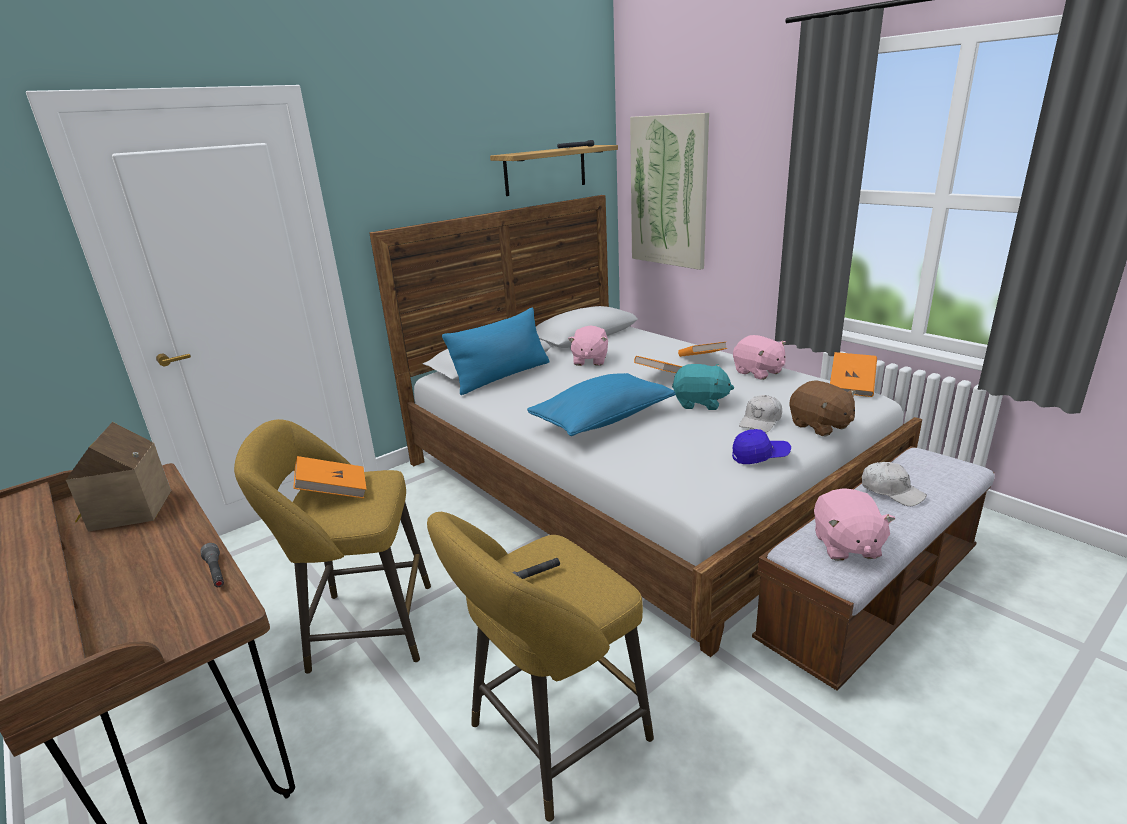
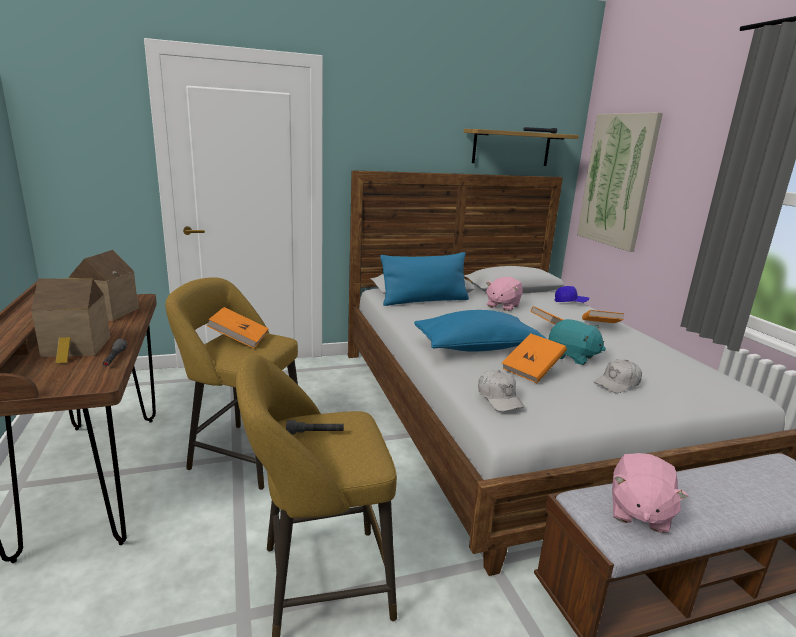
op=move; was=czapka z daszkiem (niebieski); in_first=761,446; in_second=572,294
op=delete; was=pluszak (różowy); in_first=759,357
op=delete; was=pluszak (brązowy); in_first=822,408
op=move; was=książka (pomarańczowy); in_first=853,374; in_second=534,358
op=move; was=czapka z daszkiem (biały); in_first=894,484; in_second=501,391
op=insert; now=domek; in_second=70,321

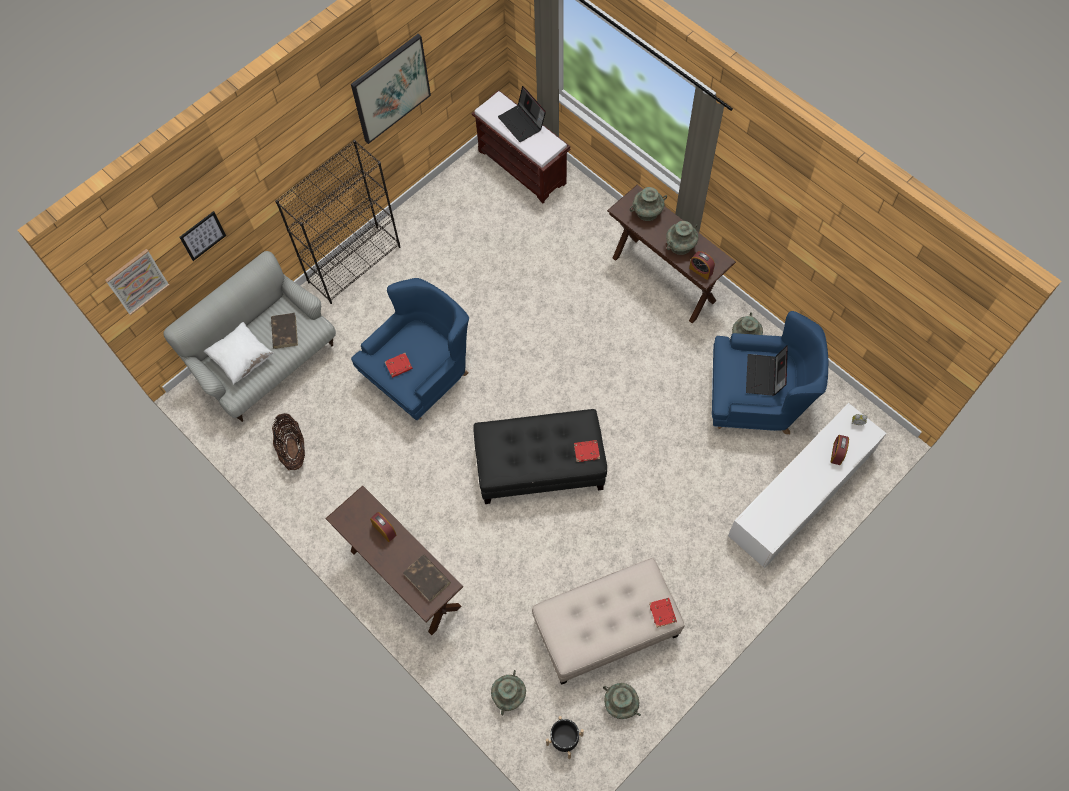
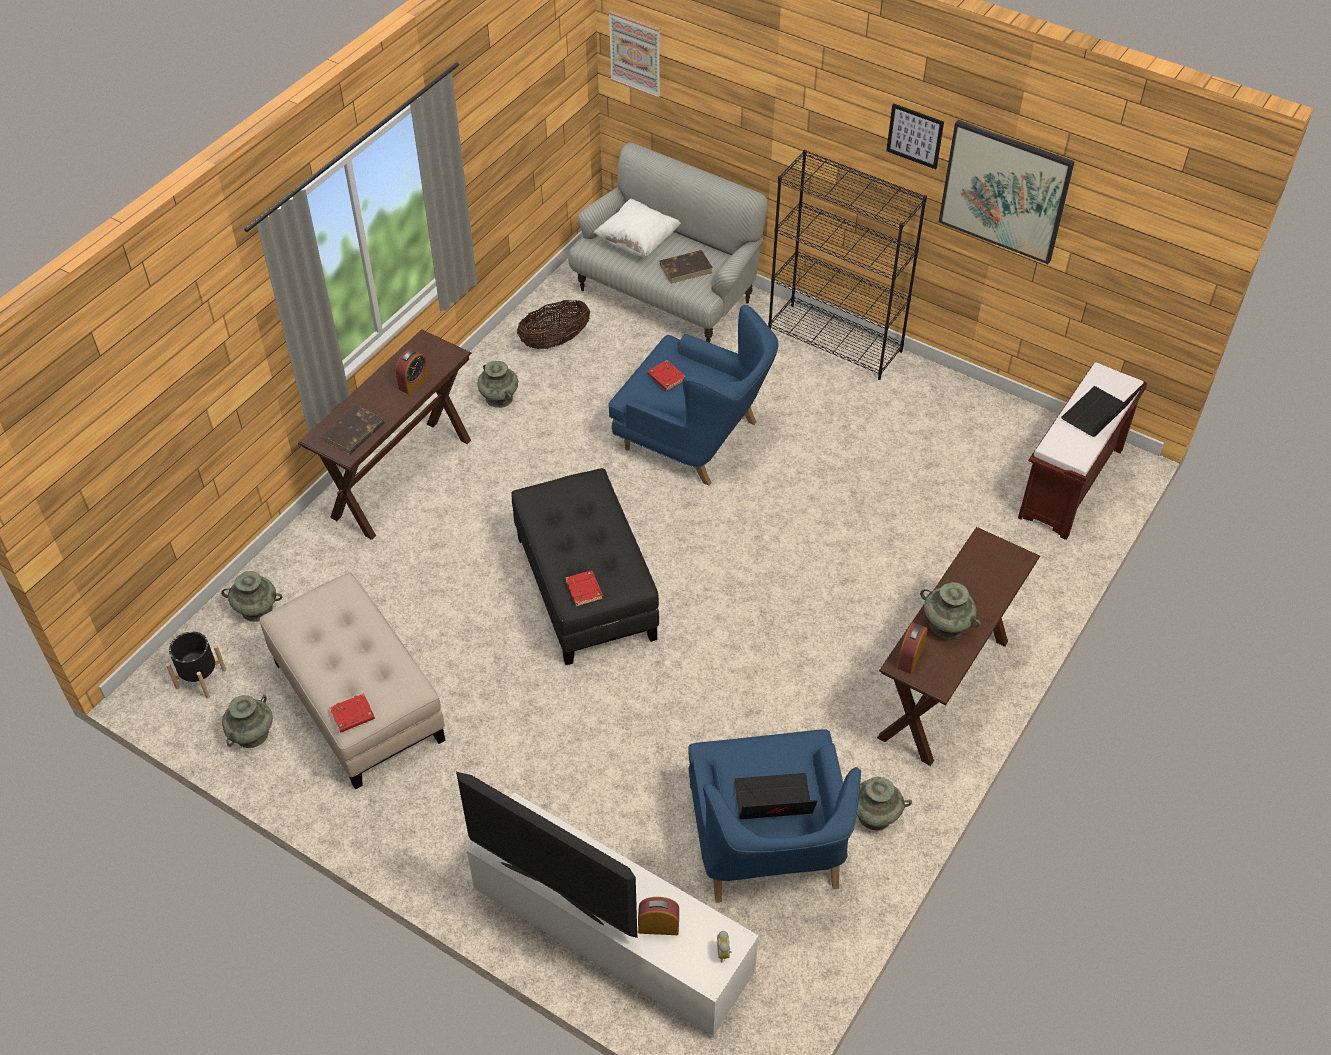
op=move; was=obraz; in_first=202,236; in_second=915,136
op=move; was=wazon (turkusowy); in_first=648,204; in_second=498,384
op=insert; now=telewizor; in_second=546,855

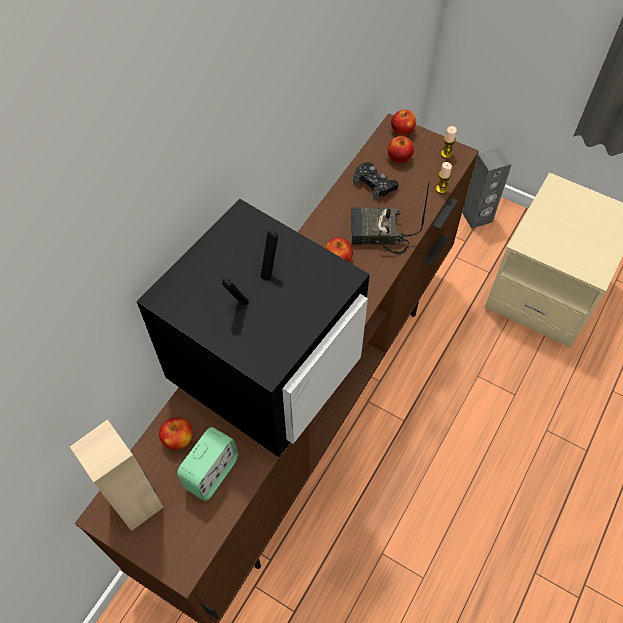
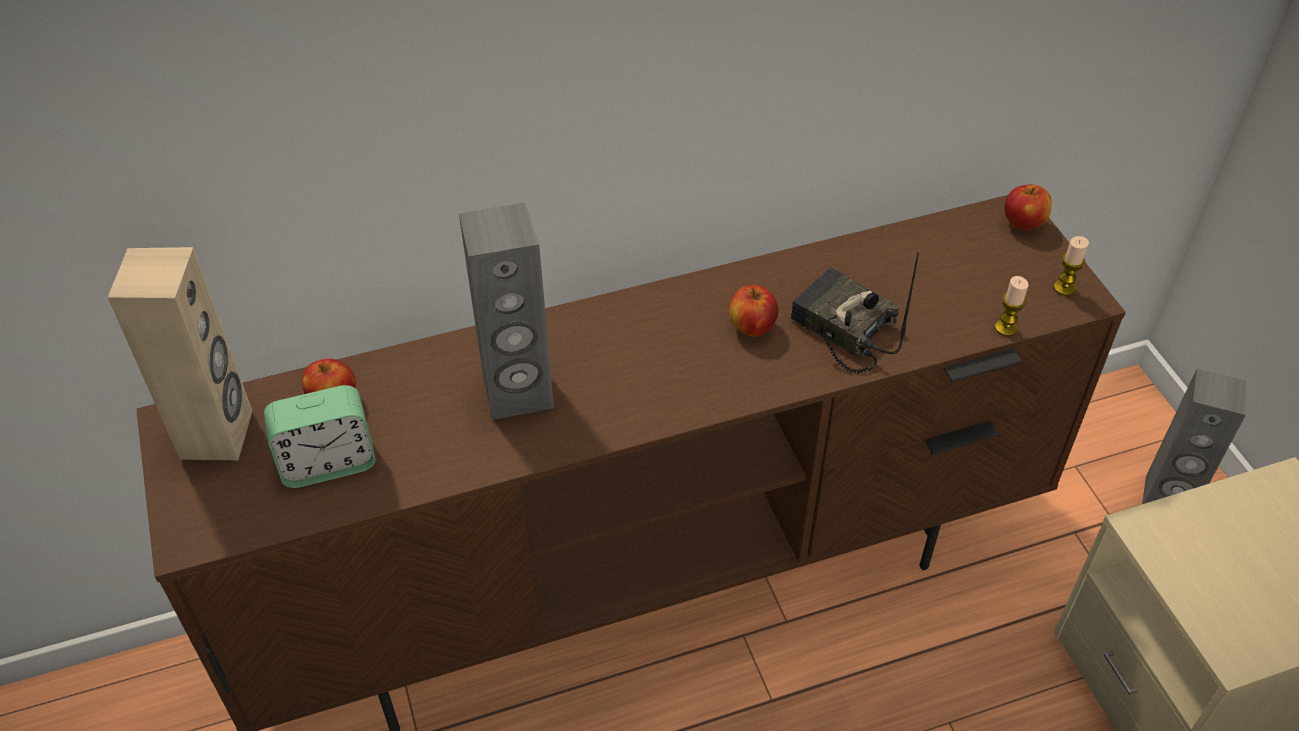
op=replace; was=telewizor; now=głośnik (szary); in_first=253,328; in_second=506,311
op=delete; was=pad do gier (czarny); in_first=376,181
op=delete; was=jabłko; in_first=400,149

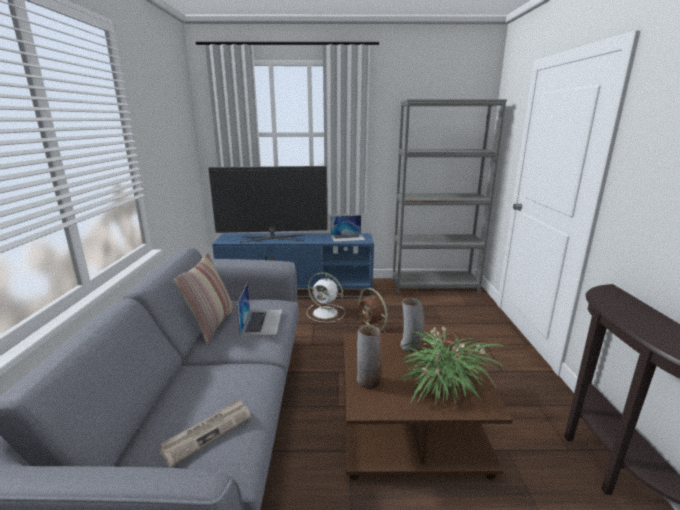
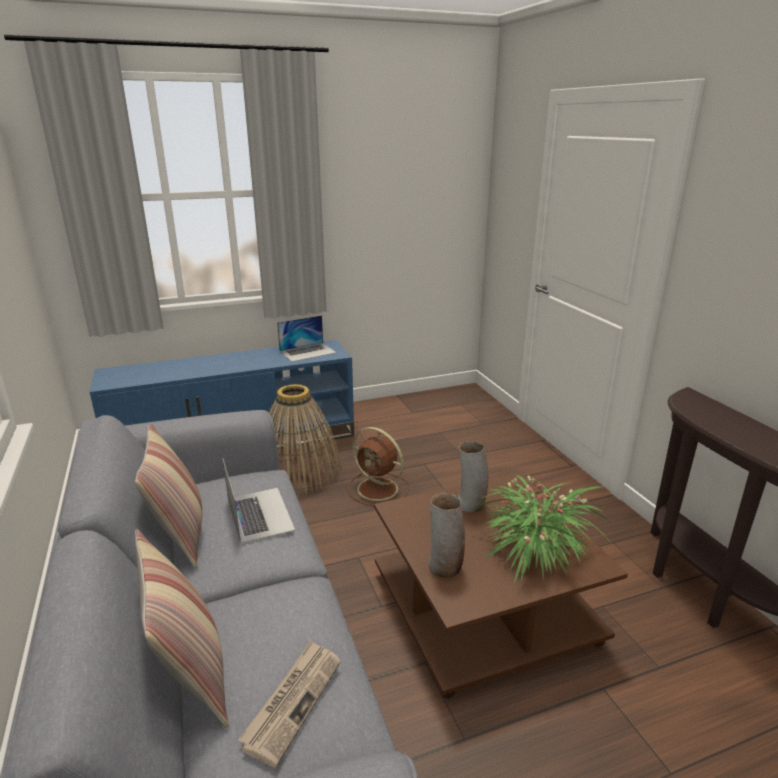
op=delete; was=telewizor; in_first=268,204
op=replace; was=wentylator (biały); now=koszyk; in_first=326,297; in_second=305,439
op=delete; was=regał (szary); in_first=449,196
op=insert; now=poduszka; in_second=182,628

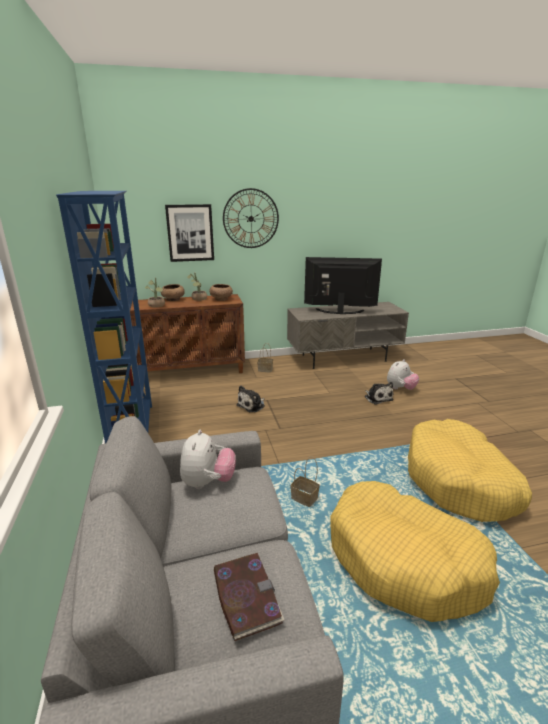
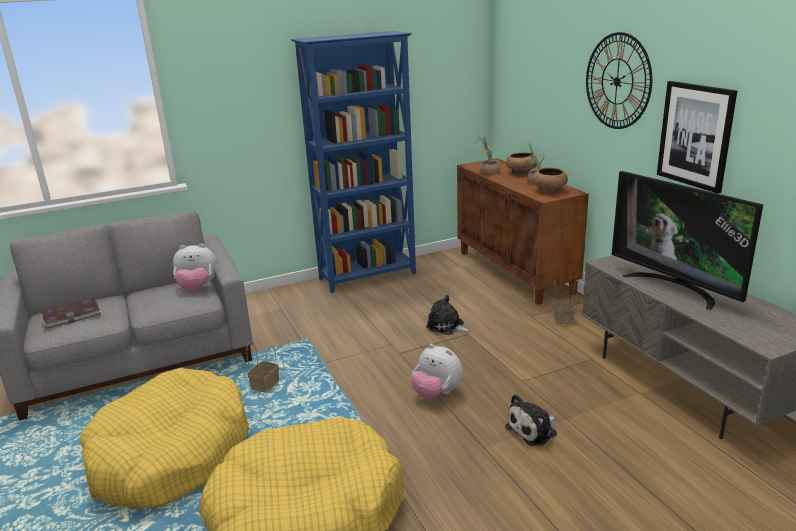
op=move; was=obraz; in_first=189,233; in_second=697,137
op=rotate; was=telewizor; in_first=343,285; in_second=687,240; clockwise=150
op=move; was=pluszak; in_first=403,374; in_second=437,371

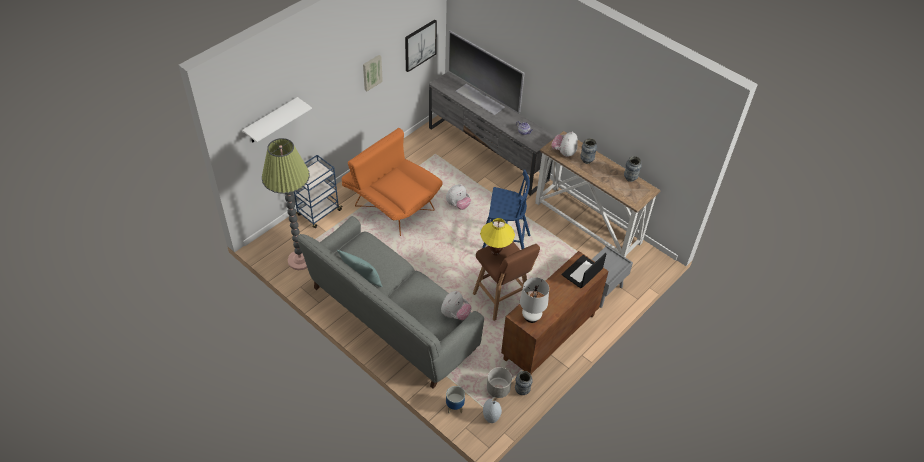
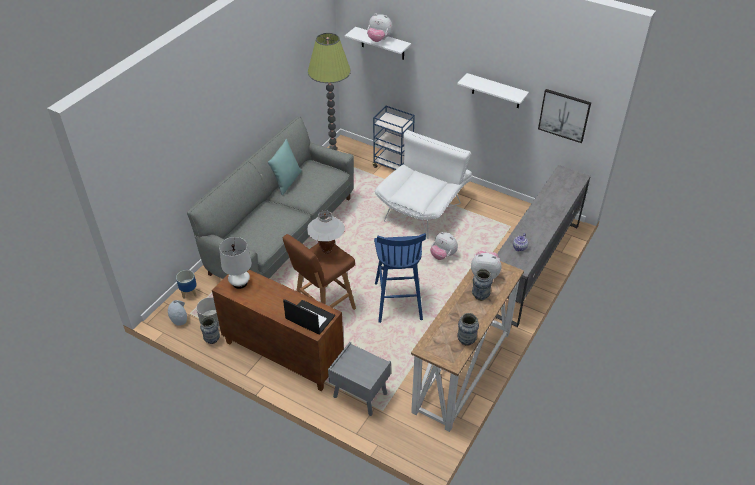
op=recolor; was=fotel (pomarańczowy); now=fotel (biały); in_first=392,182; in_second=423,184
op=replace; was=obraz; now=półka (biały); in_first=373,73; in_second=493,90
op=move; was=pluszak; in_first=456,305; in_second=380,27
op=delete; was=telewizor; in_first=486,72
op=recolor; was=lampa stołowa (żółty); now=lampa stołowa (biały); in_first=497,237; in_second=326,232

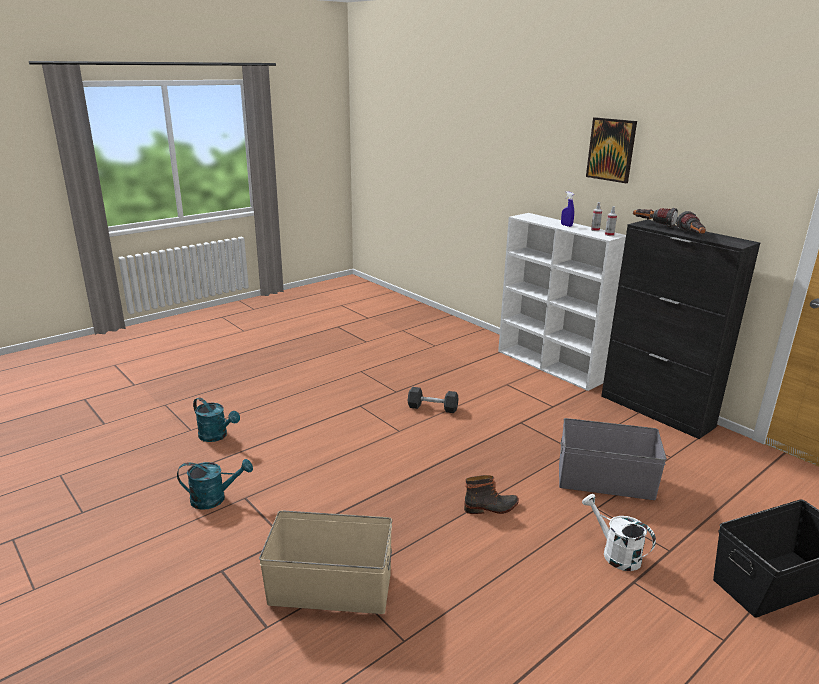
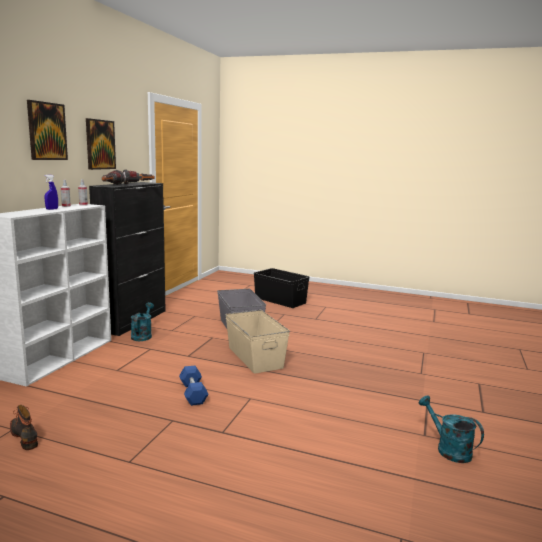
op=move; was=konewka (turkusowy); in_first=216,419; in_second=142,321
op=move; was=pojemnik do przechowywania (beżowy); in_first=325,562; in_second=257,342
op=recolor; was=hantel (szary); now=hantel (niebieski); in_first=433,400; in_second=194,386
op=move; was=but z cholewką; in_first=491,494; in_second=24,427
op=delete; was=konewka (biały); in_first=619,532
op=insert; now=obraz; in_second=101,144

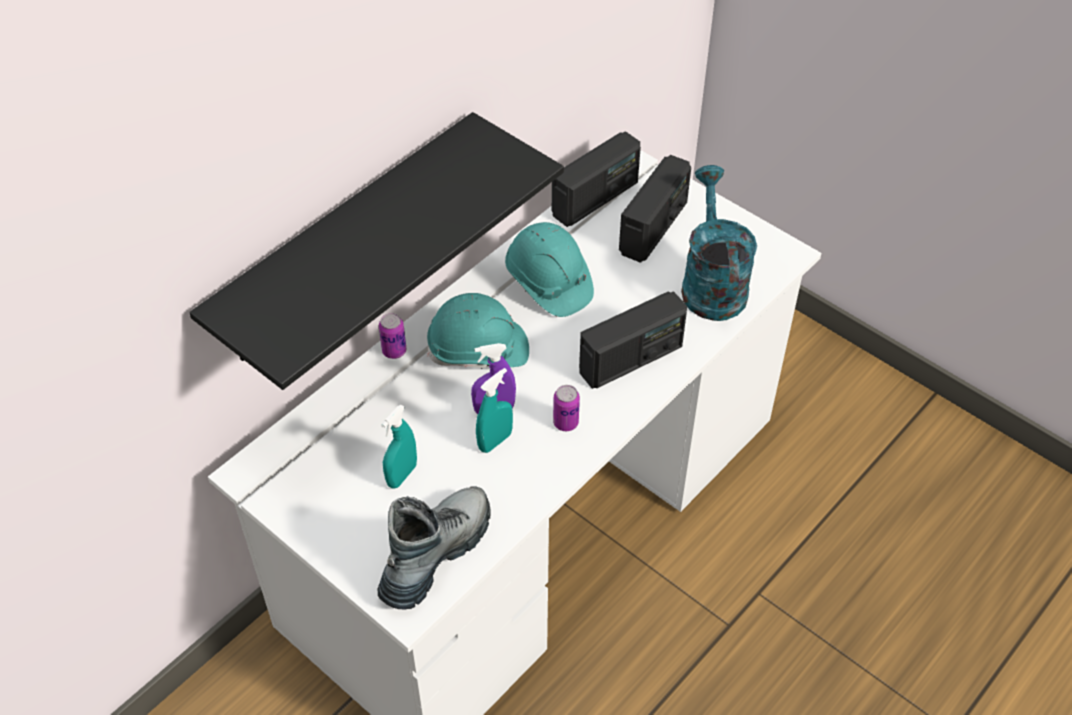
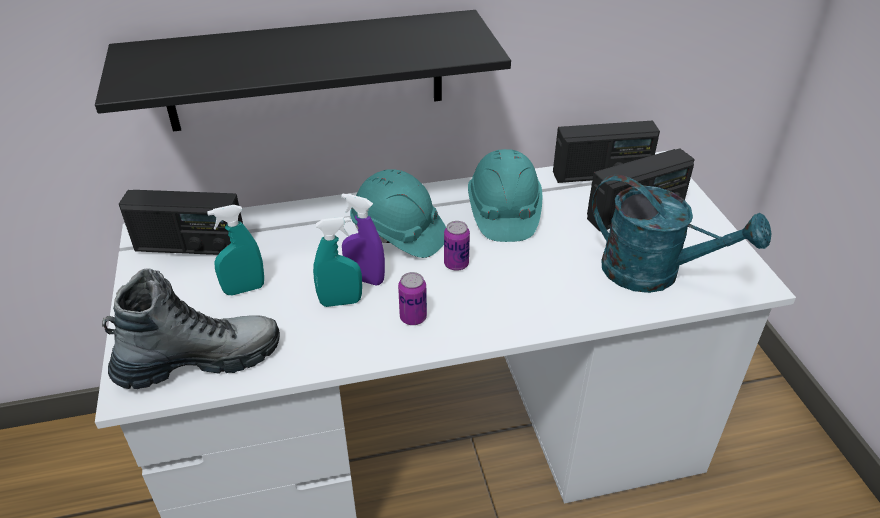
op=move; was=puszka; in_first=392,336; in_second=457,246
op=move; was=radio; in_first=633,340; in_second=181,222
op=rotate; was=konewka (turkusowy); in_first=719,243; in_second=681,234; clockwise=90

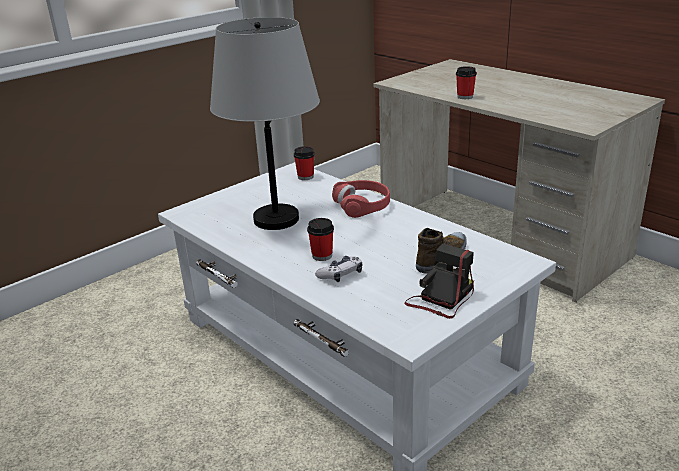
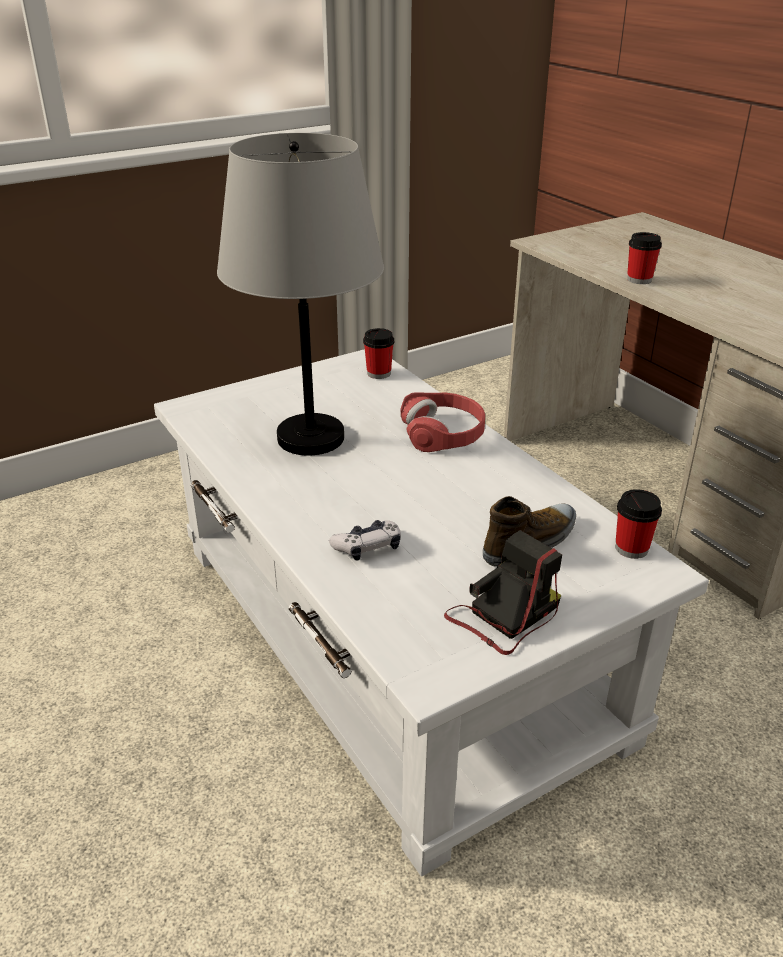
op=move; was=filiżanka; in_first=320,239; in_second=639,524

